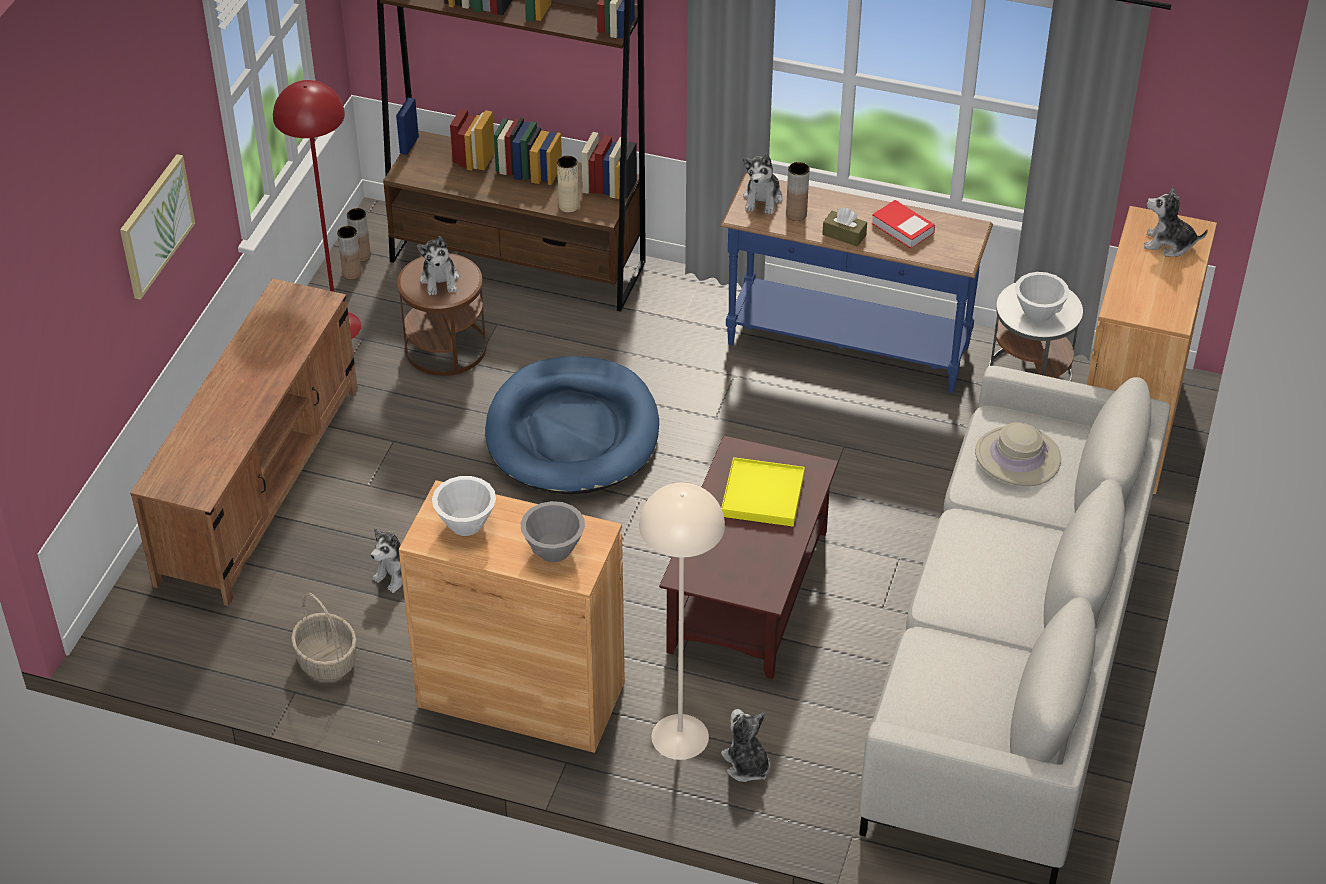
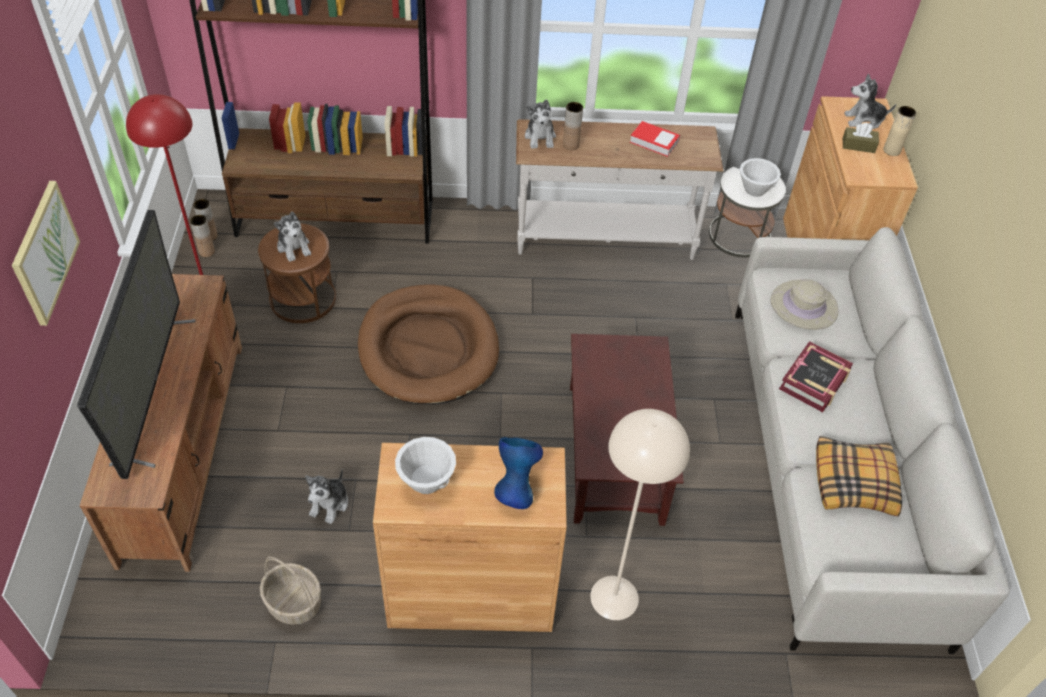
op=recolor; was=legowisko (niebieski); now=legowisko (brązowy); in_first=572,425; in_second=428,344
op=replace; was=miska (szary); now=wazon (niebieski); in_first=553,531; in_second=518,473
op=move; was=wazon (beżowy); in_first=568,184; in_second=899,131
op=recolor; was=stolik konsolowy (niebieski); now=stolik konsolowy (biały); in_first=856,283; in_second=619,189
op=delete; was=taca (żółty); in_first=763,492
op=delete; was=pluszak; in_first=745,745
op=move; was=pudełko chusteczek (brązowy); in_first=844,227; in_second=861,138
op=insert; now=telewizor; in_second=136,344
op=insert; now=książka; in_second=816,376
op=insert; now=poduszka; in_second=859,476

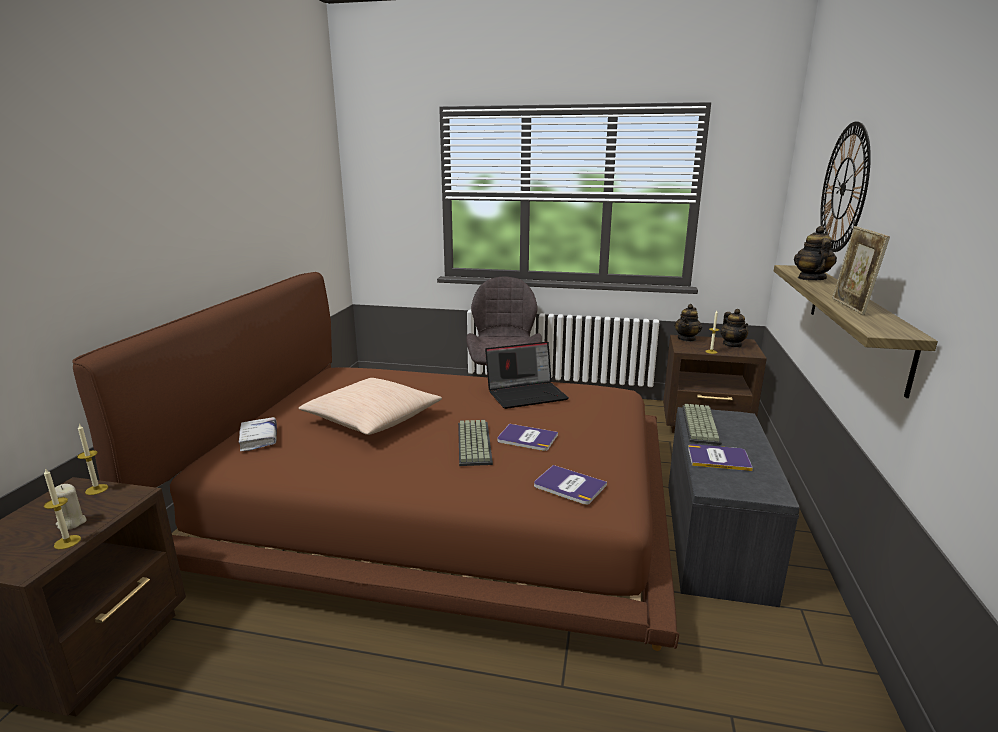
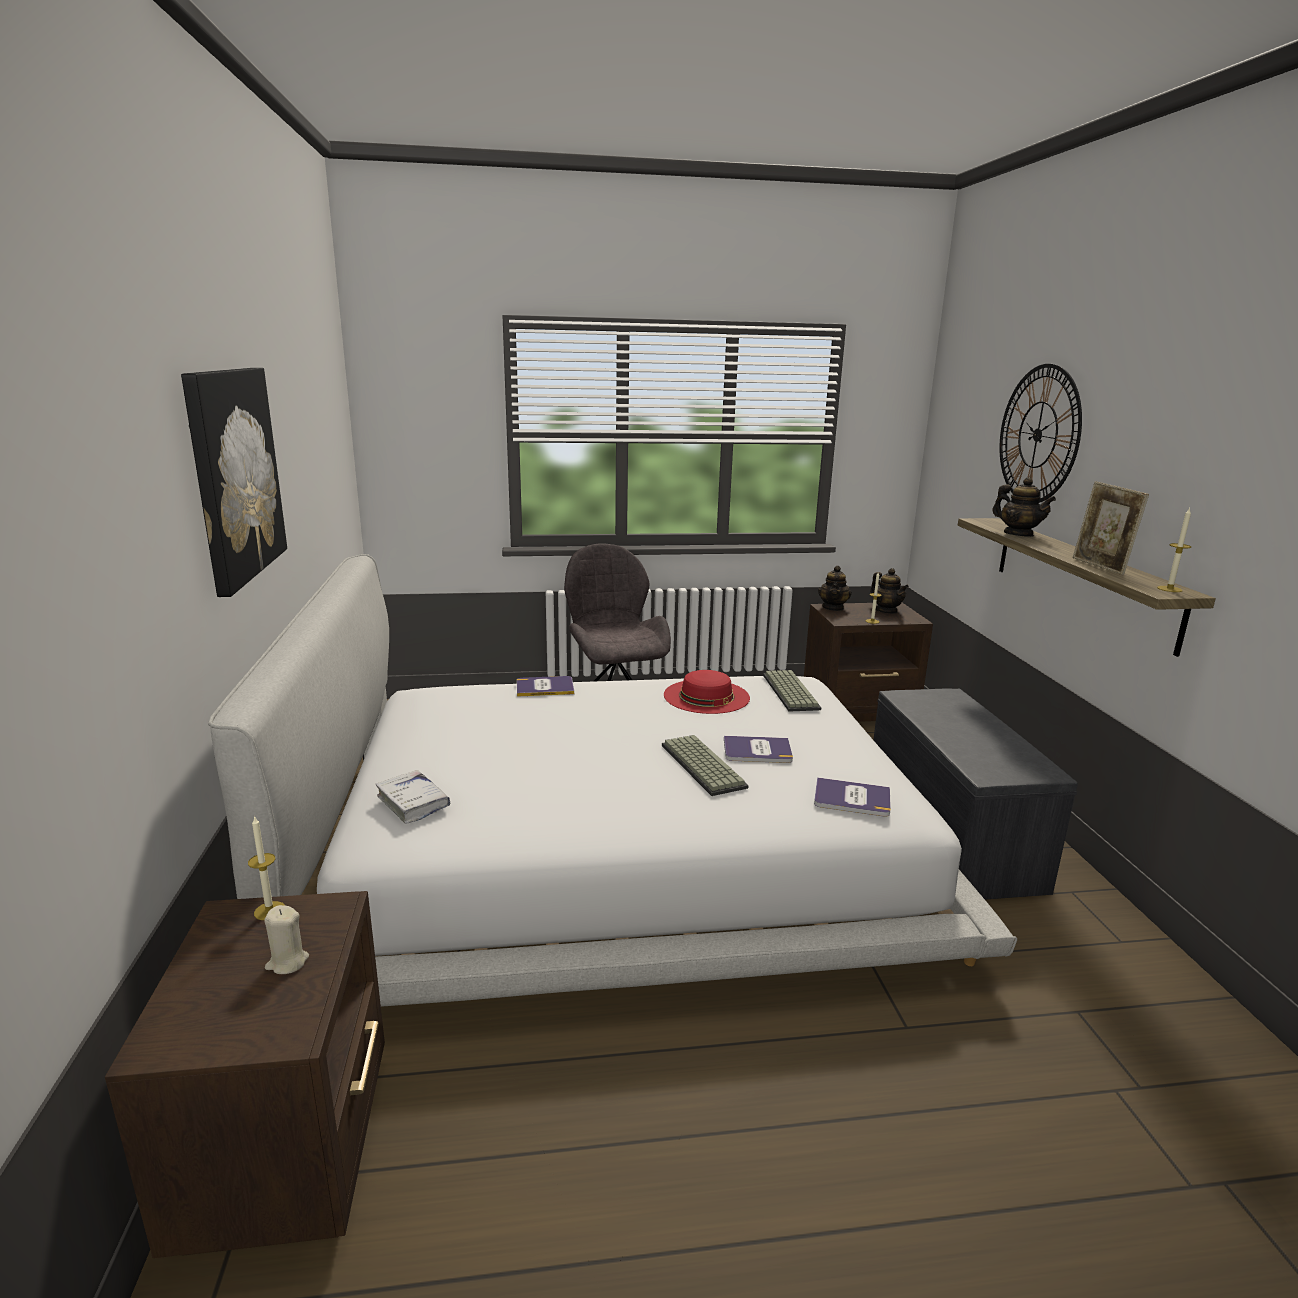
op=move; was=świeca; in_first=62,508; in_second=1174,550
op=recolor; was=łóżko (brązowy); now=łóżko (biały); in_first=375,461; in_second=612,780
op=delete; was=poduszka (beżowy); in_first=370,406
op=replace; was=laptop; now=kapelusz (czerwony); in_first=527,375; in_second=707,692
op=move; was=klawiatura; in_first=702,424; in_second=792,691
op=move; was=książka; in_first=720,457; in_second=545,686
op=rotate; was=imbryk; in_first=815,253; in_second=1024,507; clockwise=150
op=insert; now=obraz; in_second=234,482

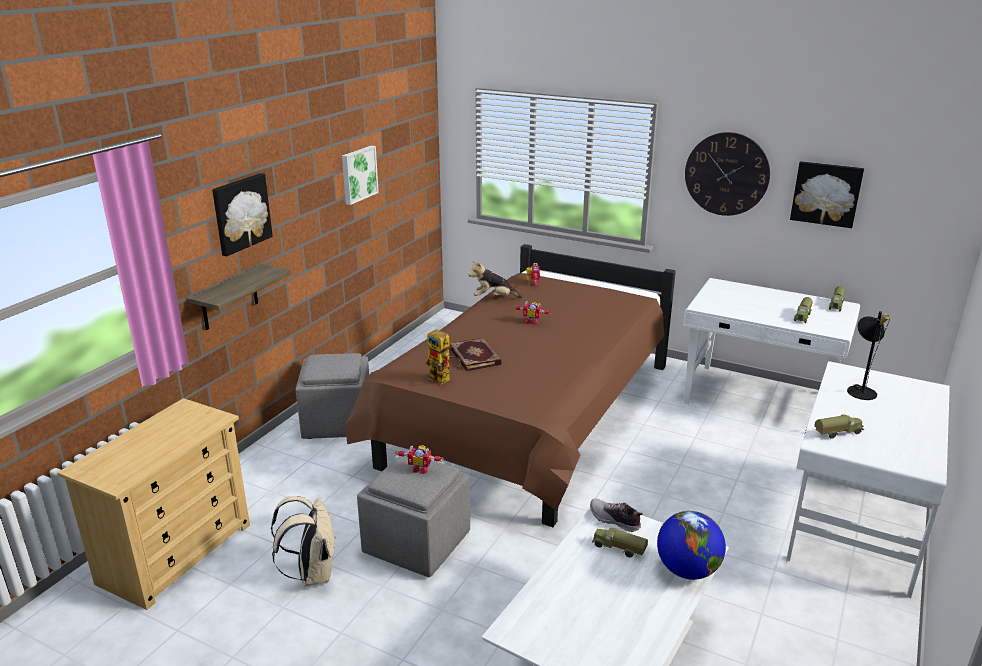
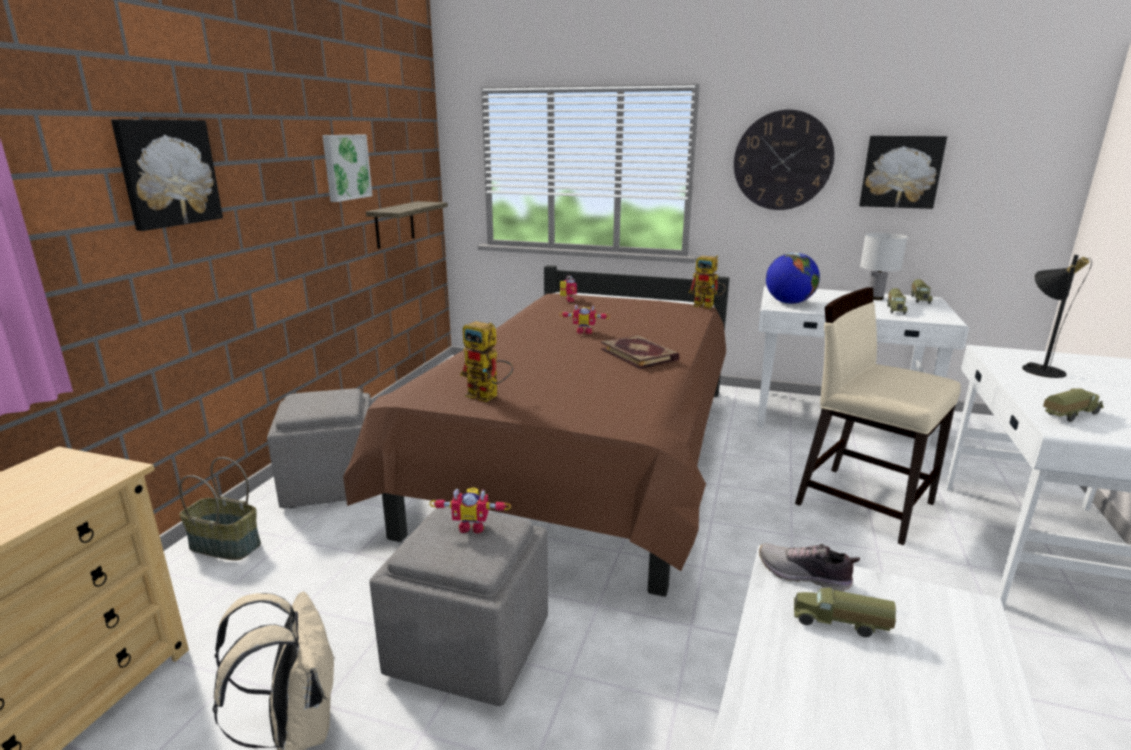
op=move; was=półka; in_first=239,297; in_second=407,225
op=move; was=książka; in_first=476,354; in_second=640,352
op=delete; was=pluszak; in_first=495,279
op=move; was=globus; in_first=691,545; in_second=793,278
op=insert; now=koszyk; in_second=220,508
op=insert; now=robot zabawkowy; in_second=707,282
op=insert; now=krzesło (beżowy); in_second=878,416
op=insert; now=lampa stołowa (biały); in_second=884,266

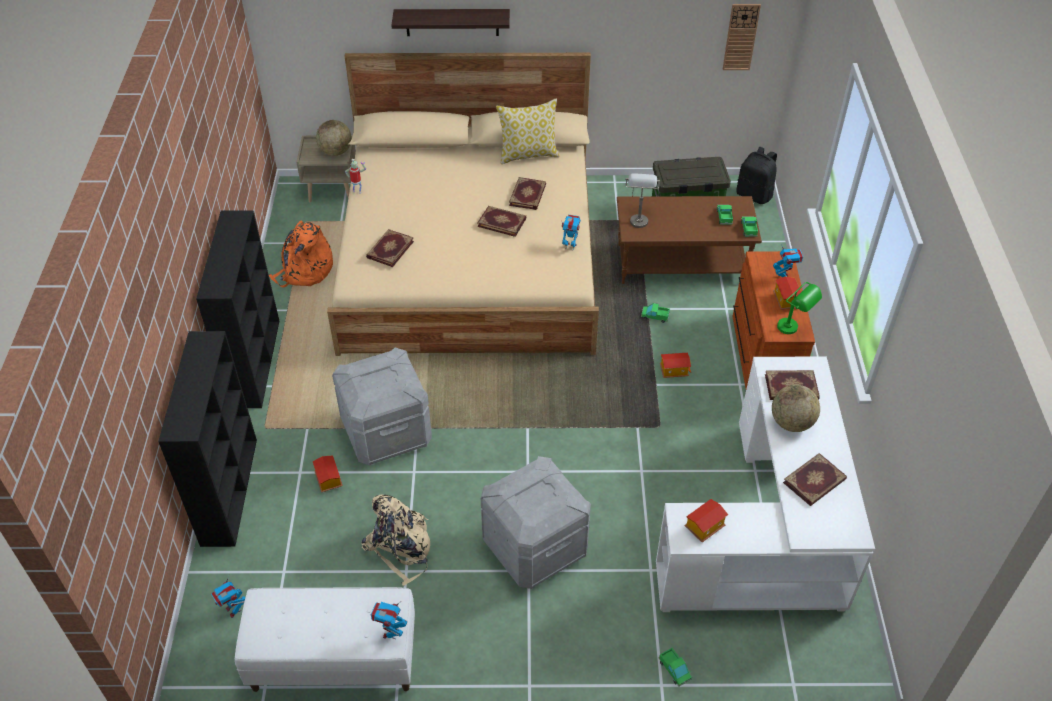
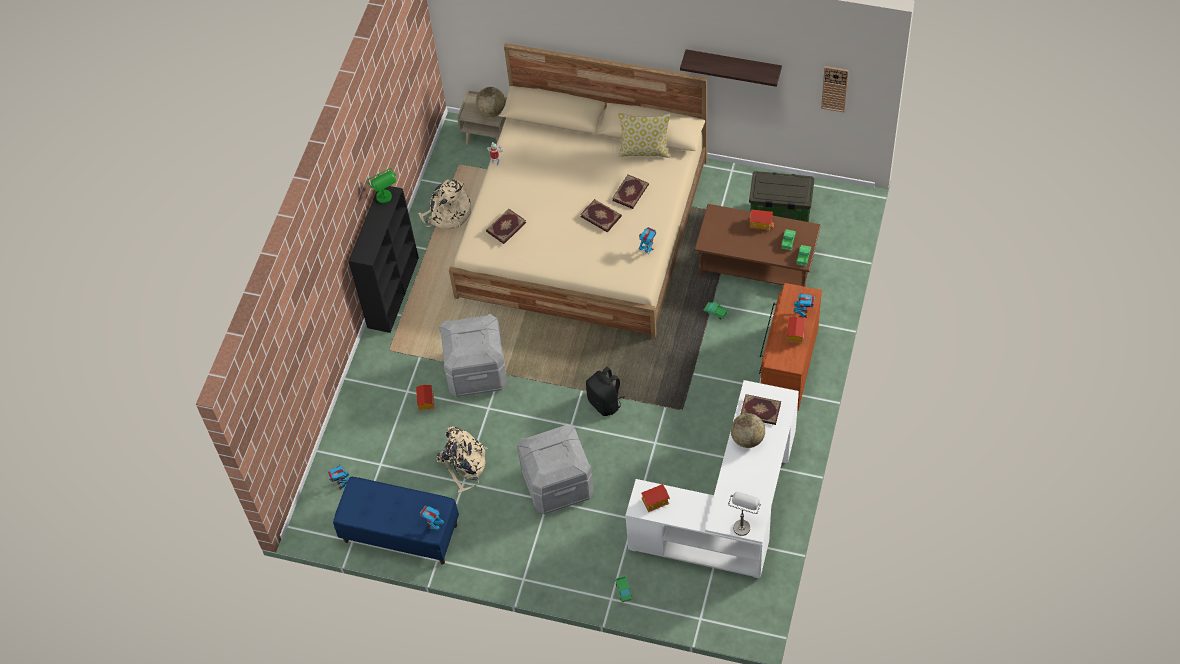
op=delete; was=regał (czarny); in_first=207,439
op=recolor; was=ławka (biały); now=ławka (niebieski); in_first=325,639; in_second=396,521
op=recolor; was=plecak (pomarańczowy); now=plecak (beżowy); in_first=301,253; in_second=444,204
op=move; was=półka; in_first=450,22; in_second=731,68
op=move; was=lampa stołowa (szary); in_first=643,200; in_second=744,514
op=move; was=domek; in_first=675,365; in_second=762,220
op=move; was=plecak (czarny); in_first=757,175; in_second=605,391
op=move; was=lampa stołowa (zielony); in_first=799,308; in_second=381,185
op=delete; was=książka; in_first=815,479

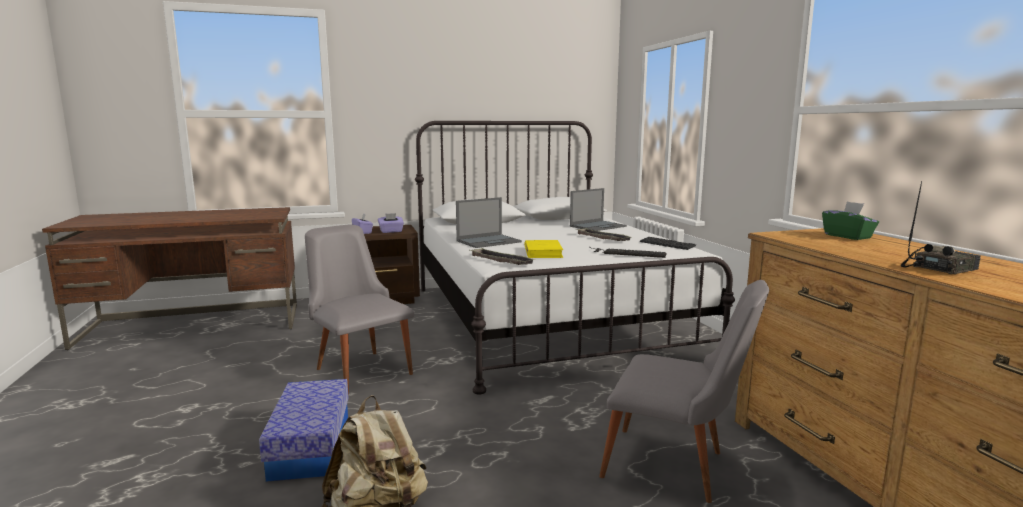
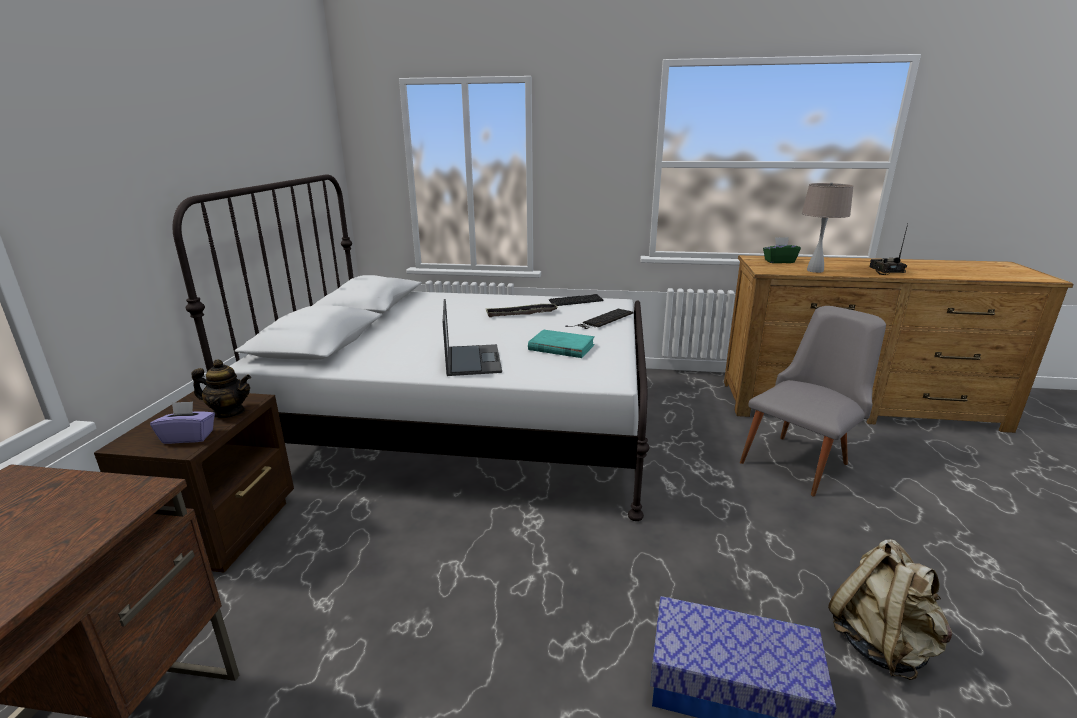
op=delete; was=krzesło (szary); in_first=359,309
op=replace; was=pudełko chusteczek (fioletowy); now=imbryk; in_first=391,223; in_second=221,388
op=delete; was=taca; in_first=502,256
op=recolor; was=książka (żółty); now=książka (turkusowy); in_first=543,249; in_second=561,343
op=delete; was=laptop; in_first=598,209
op=insert; now=lampa stołowa (beżowy); in_second=828,227

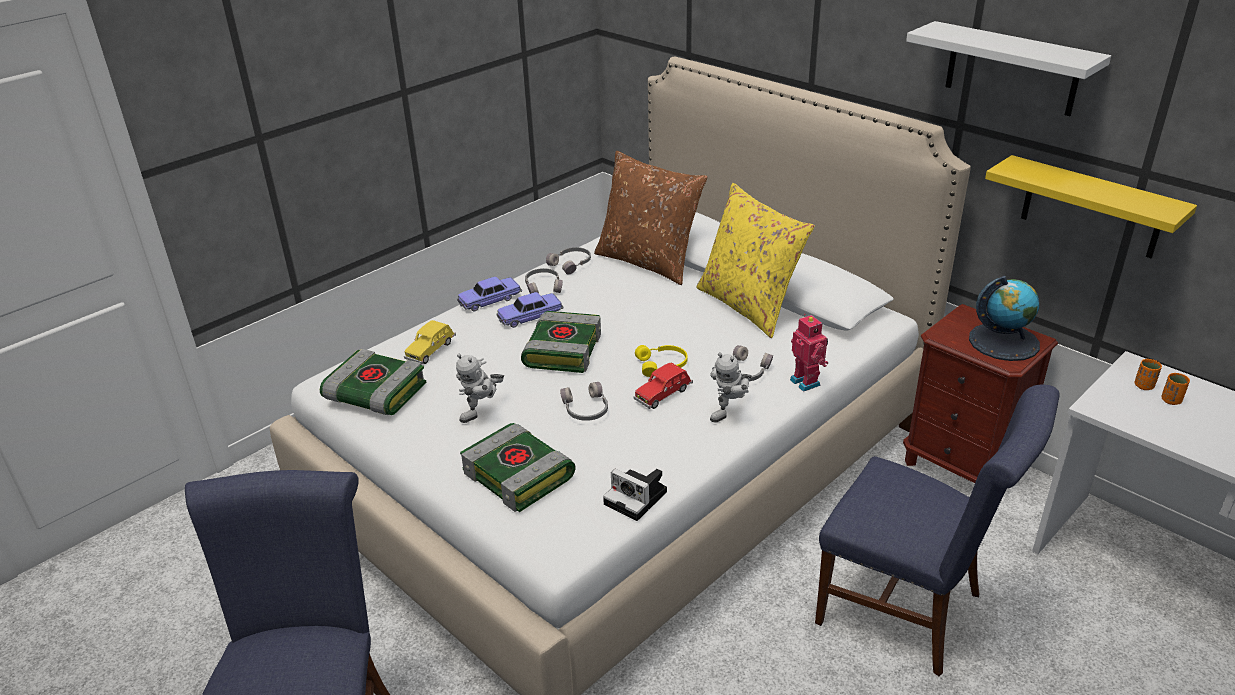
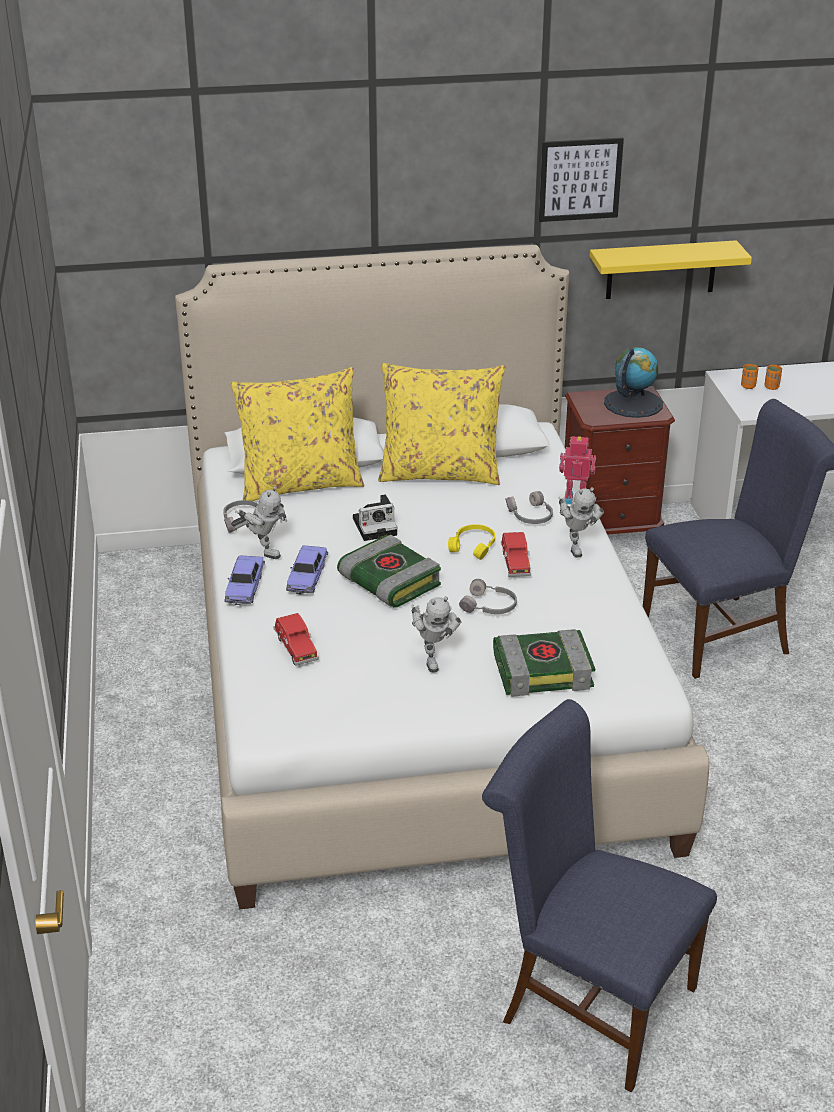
op=delete; was=książka; in_first=373,382
op=recolor; was=samochodzik (żółty); now=samochodzik (czerwony); in_first=430,342; in_second=296,639
op=replace; was=słuchawki (szary); now=robot zabawkowy; in_first=544,281; in_second=259,522
op=recolor; was=poduszka (brązowy); now=poduszka (żółty); in_first=650,218; in_second=297,434
op=move; was=aparat fotograficzny; in_first=635,495; in_second=375,517
op=replace; was=półka (biały); now=obraz; in_first=1008,68; in_second=581,180

